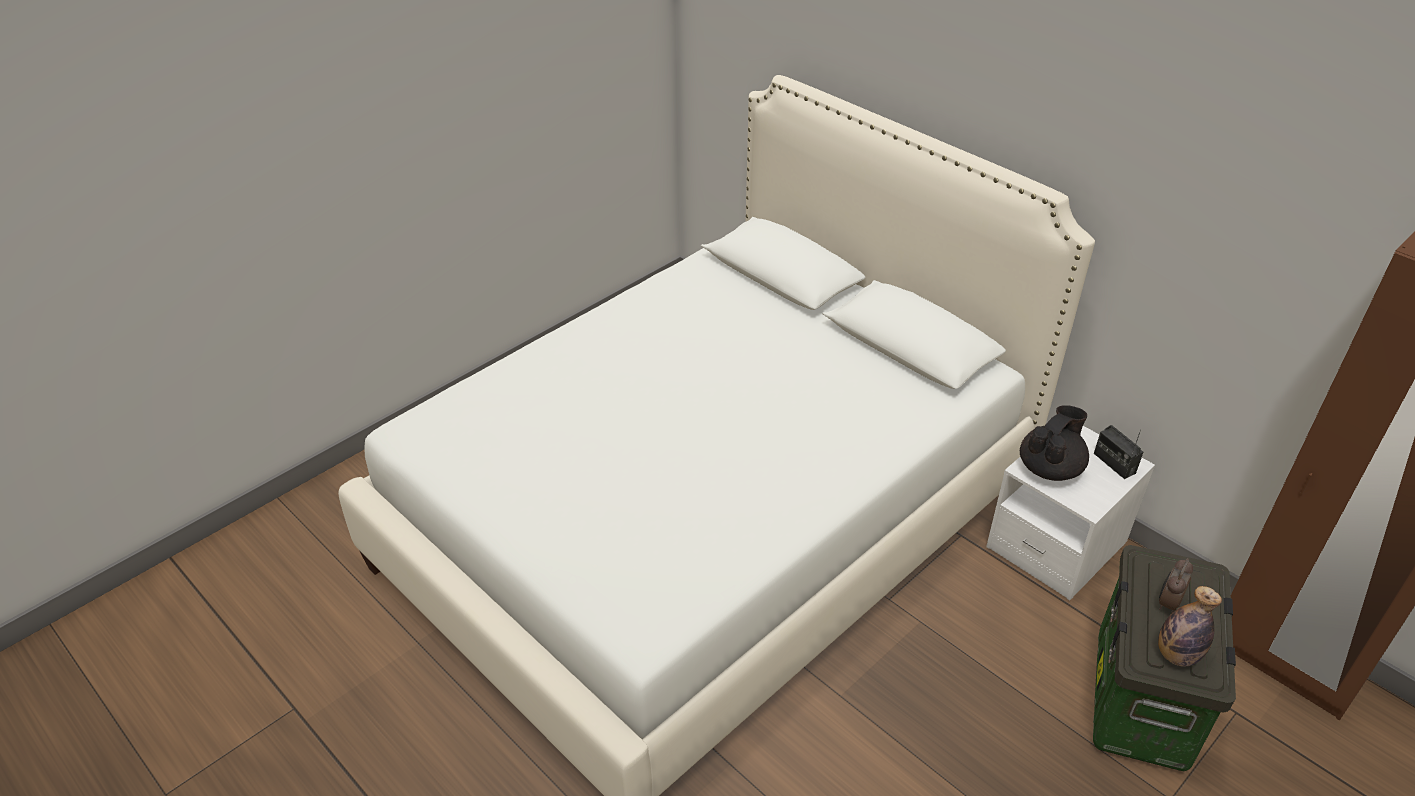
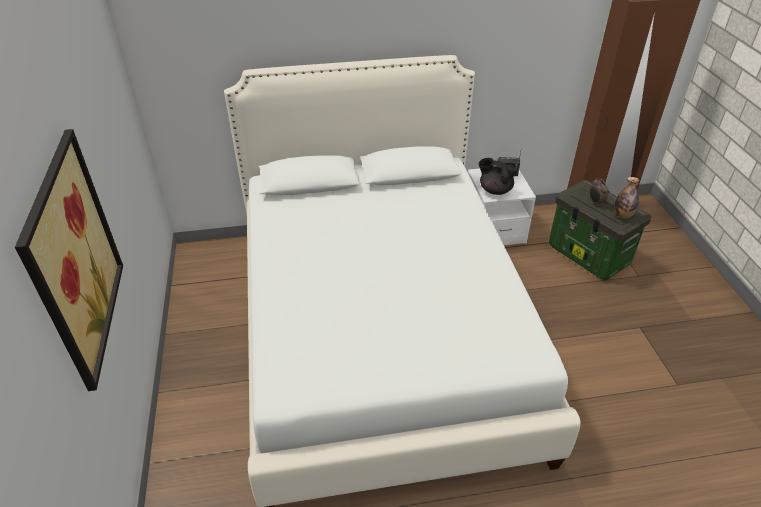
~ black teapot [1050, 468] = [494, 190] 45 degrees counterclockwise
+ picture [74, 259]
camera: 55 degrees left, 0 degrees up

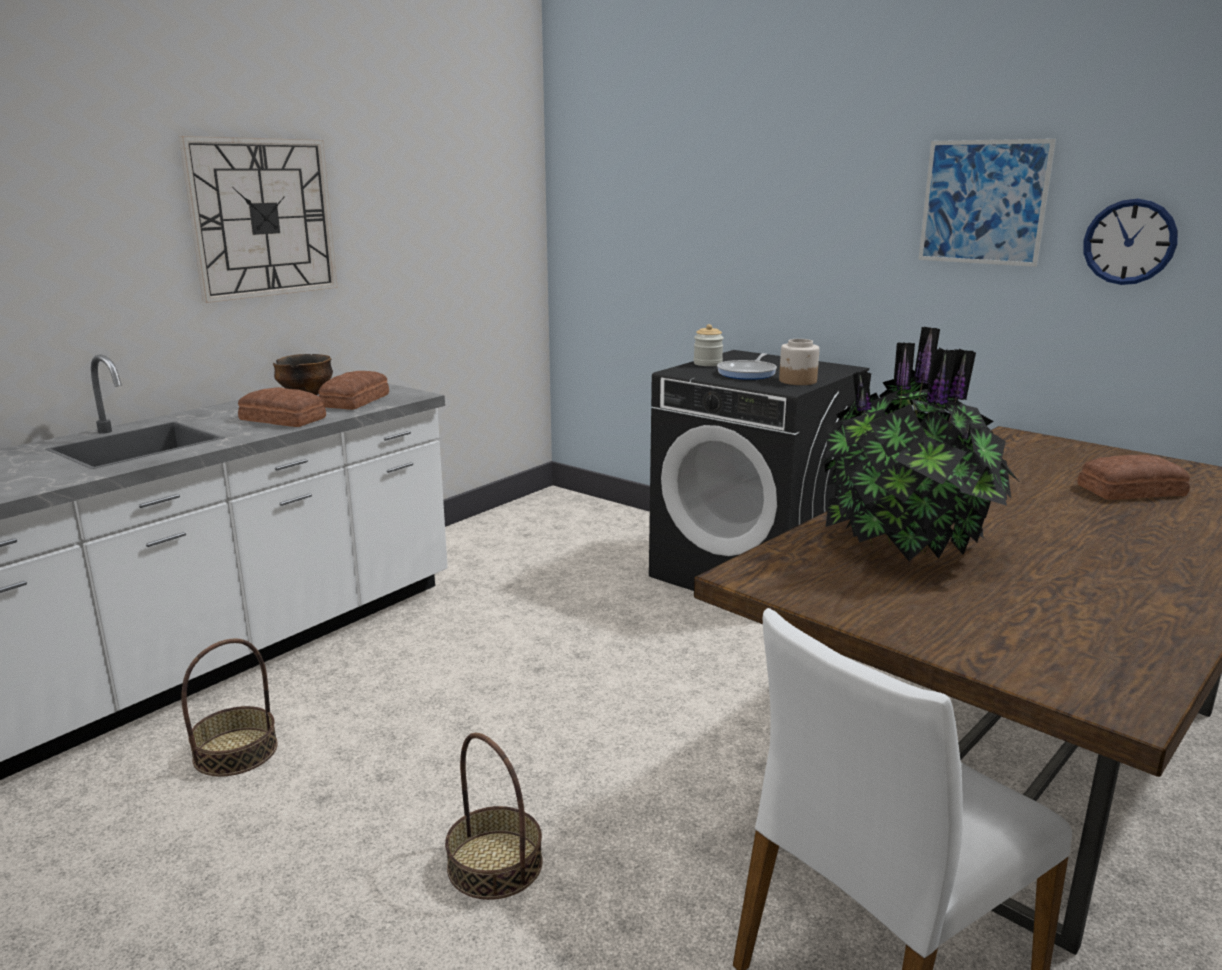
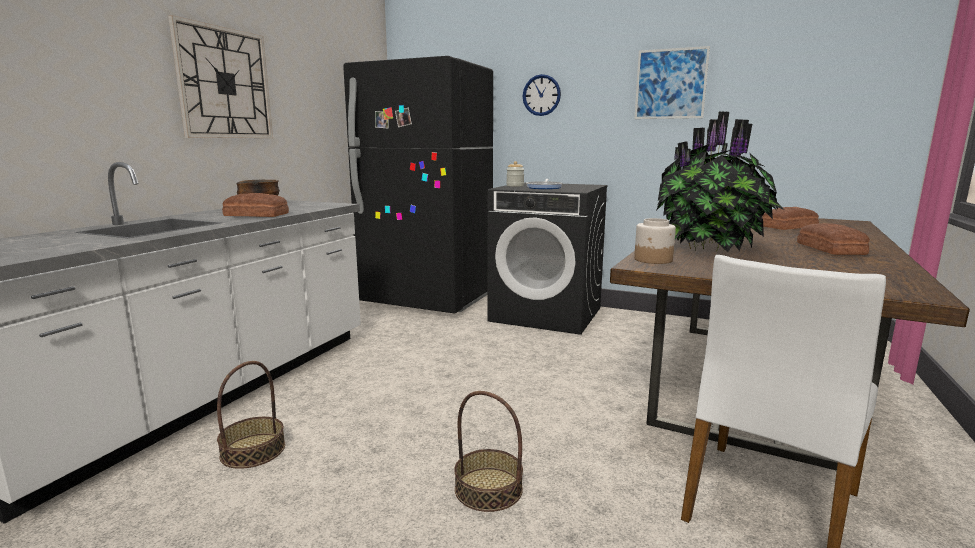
~ bread [357, 400] to [831, 248]
~ jar [797, 381] to [653, 260]
~ wall clock [1129, 242] to [541, 95]
+ black fridge [427, 300]
camera: 15 degrees left, 5 degrees down

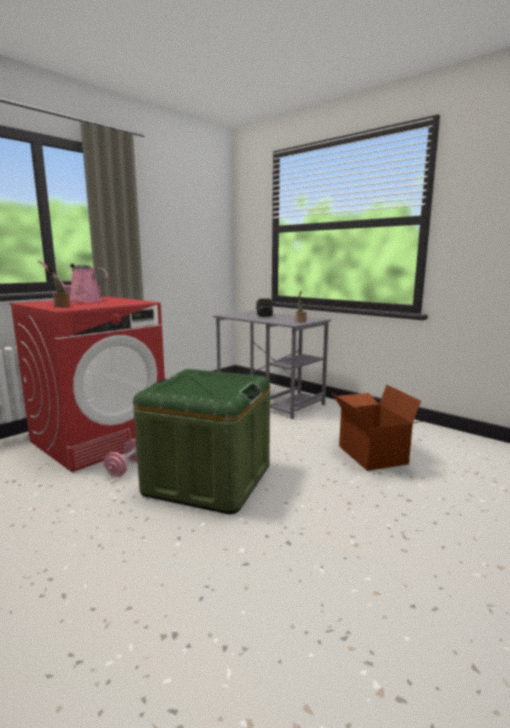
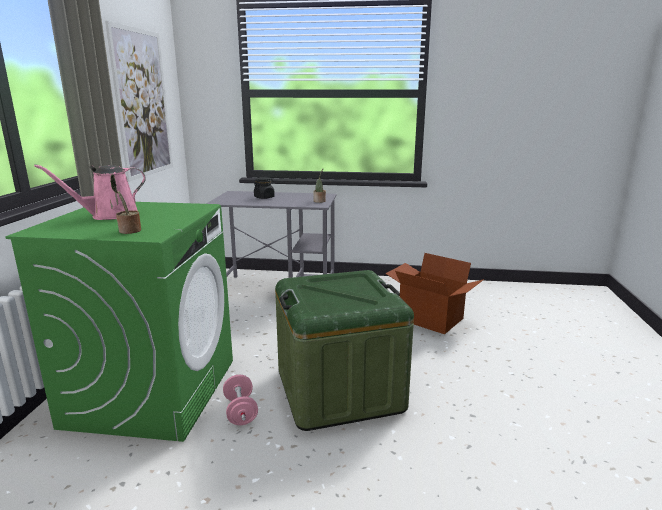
~ red washing machine [100, 439] to green washing machine [153, 391]
+ picture [142, 104]
camera: 35 degrees left, 5 degrees up

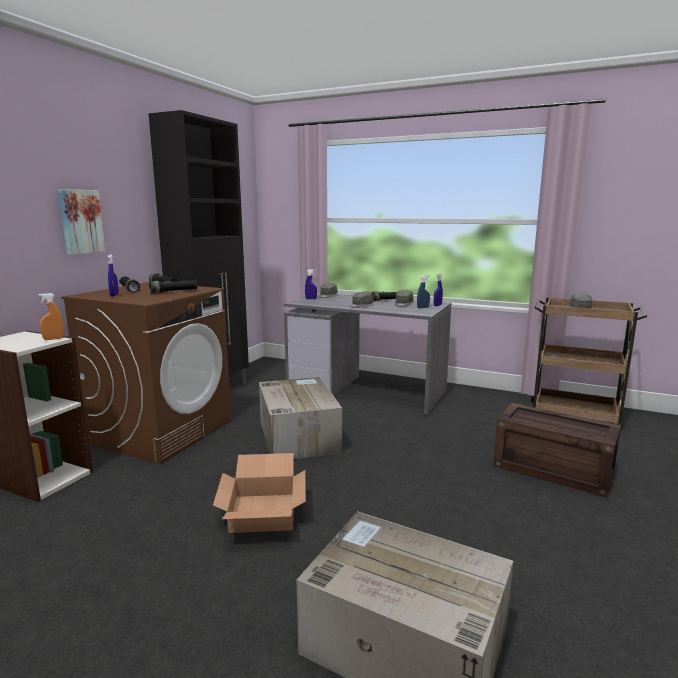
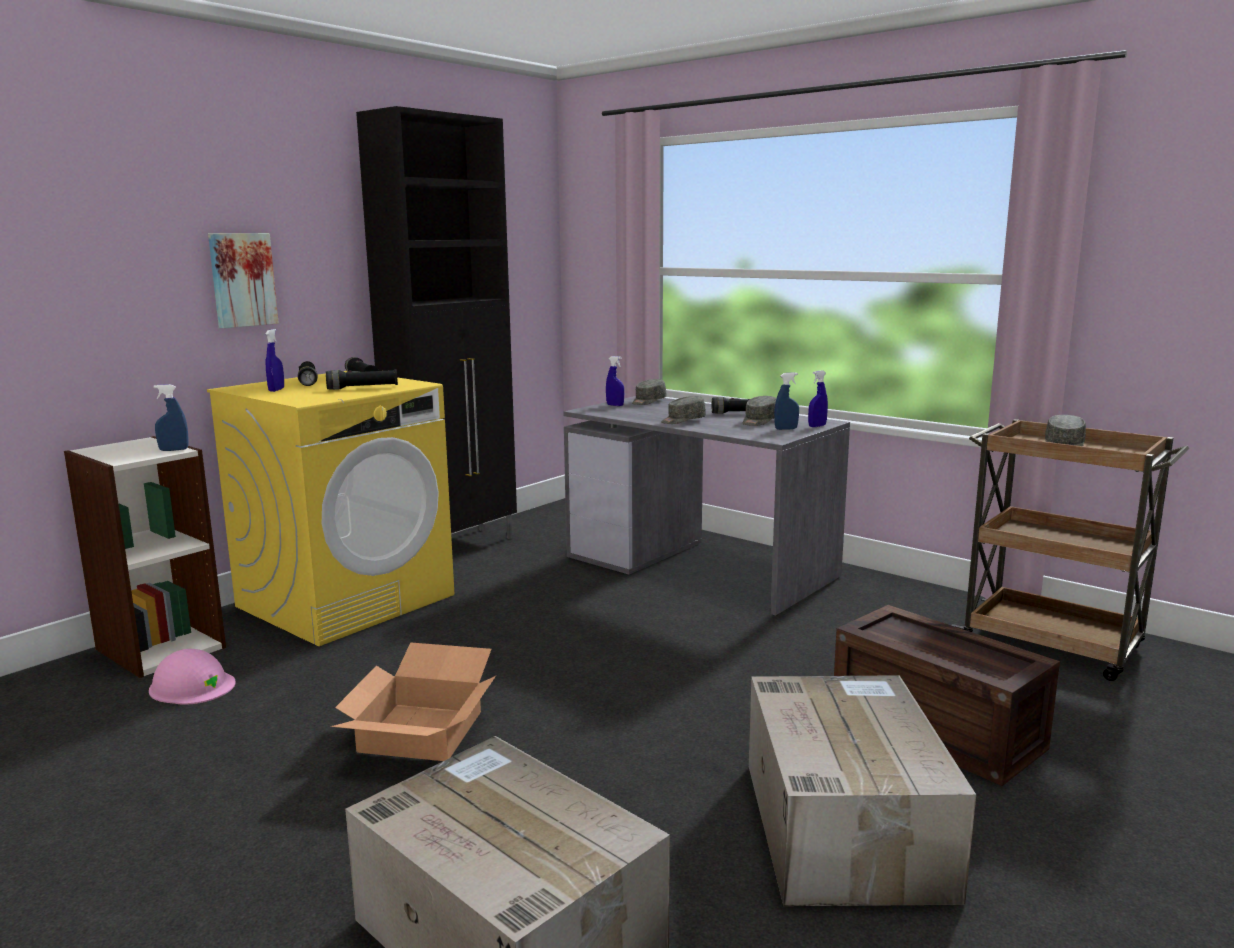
~ orange spray bottle [53, 339] to blue spray bottle [174, 450]
~ brown washing machine [161, 431] to yellow washing machine [347, 600]
~ cardboard box [298, 435] to [842, 825]
+ pink hard hat [192, 686]
camera: 15 degrees right, 0 degrees up

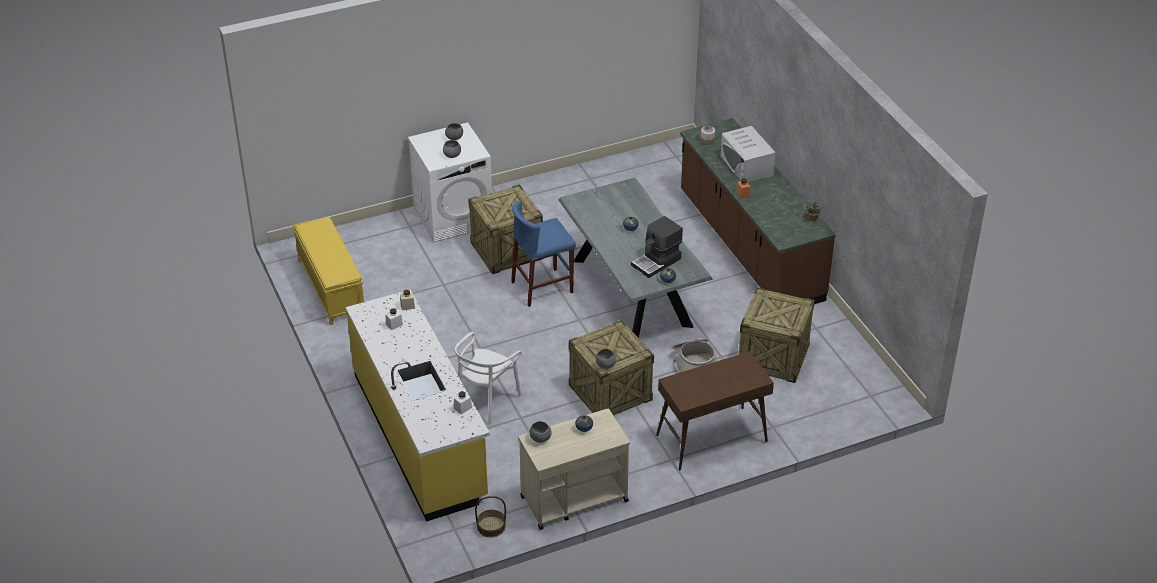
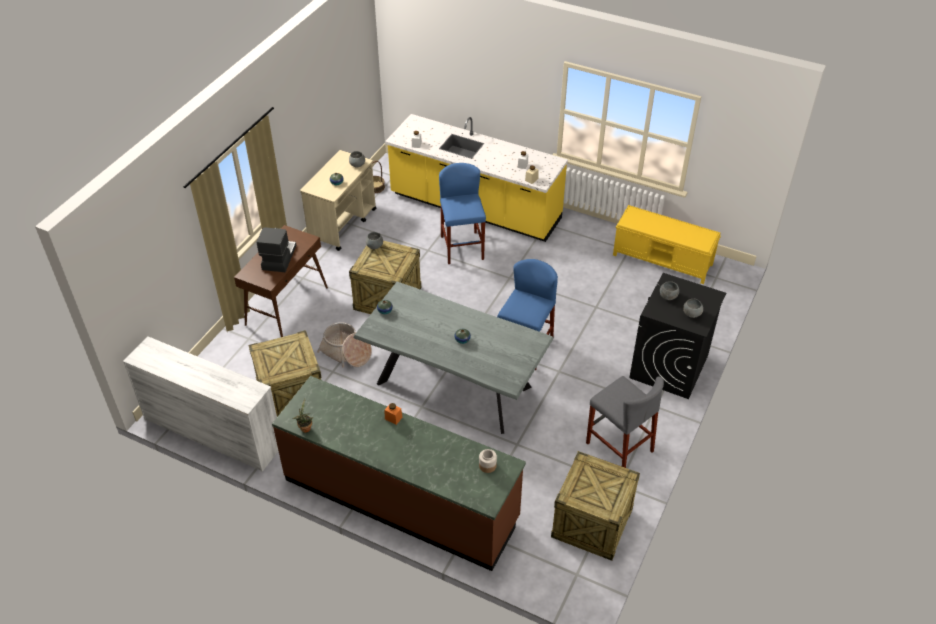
~ white washing machine [453, 217] to black washing machine [669, 367]
~ white chair [486, 400] to blue stool [462, 248]
~ crate [506, 250] to [592, 523]
~ coffee machine [657, 262] to [278, 258]
- white microwave [746, 166]
+ white dresser [213, 431]
+ grey stool [619, 447]
camera: 140 degrees right, 5 degrees up

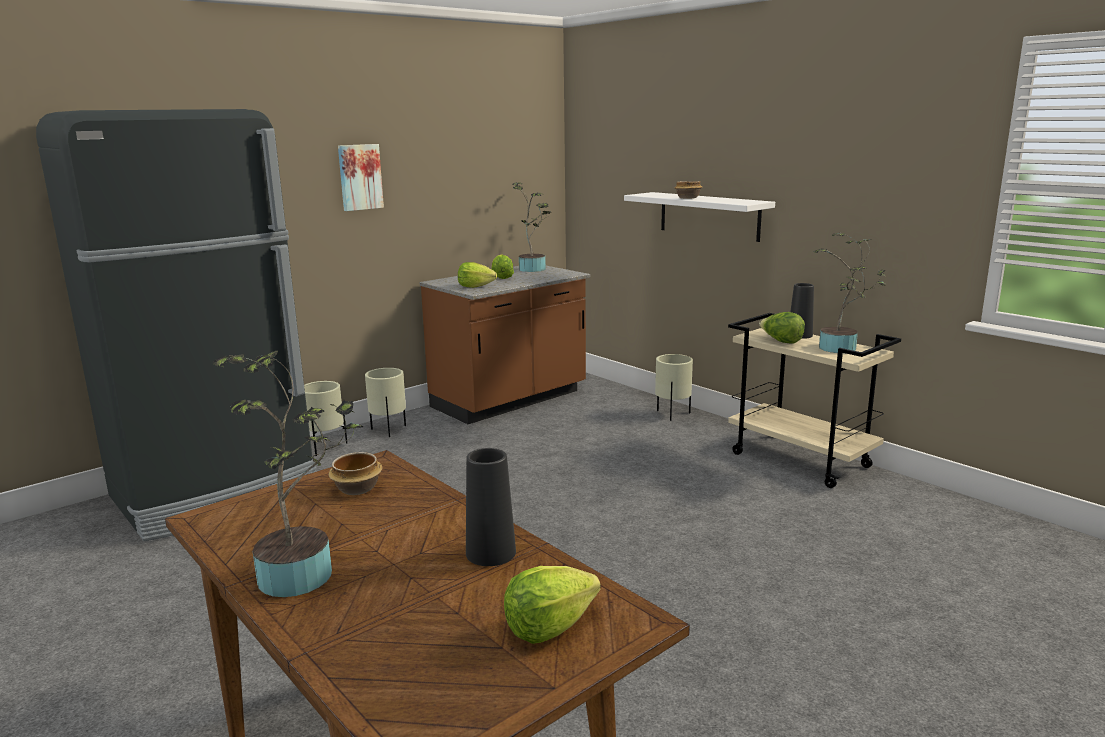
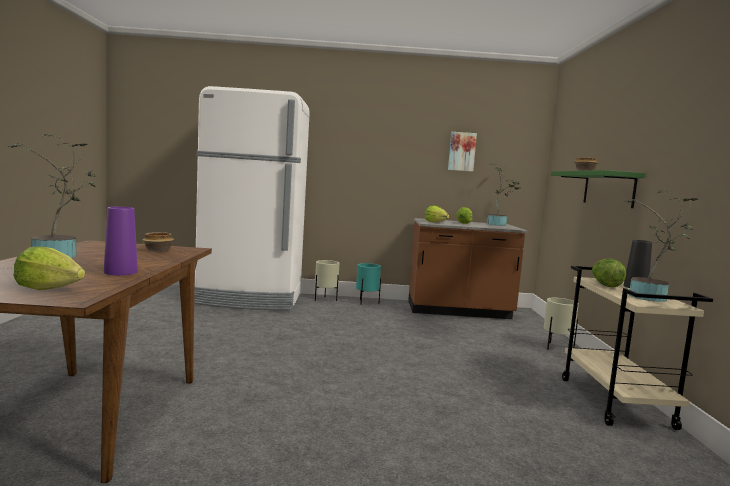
~ black fridge [217, 493] to white fridge [250, 299]
~ picture [359, 177] to [461, 151]
~ beige planter [389, 431] to turquoise planter [366, 303]
~ black vase [491, 553] to purple vase [120, 272]
~ white shelf [709, 216] to green shelf [608, 189]
camera: 40 degrees right, 10 degrees down

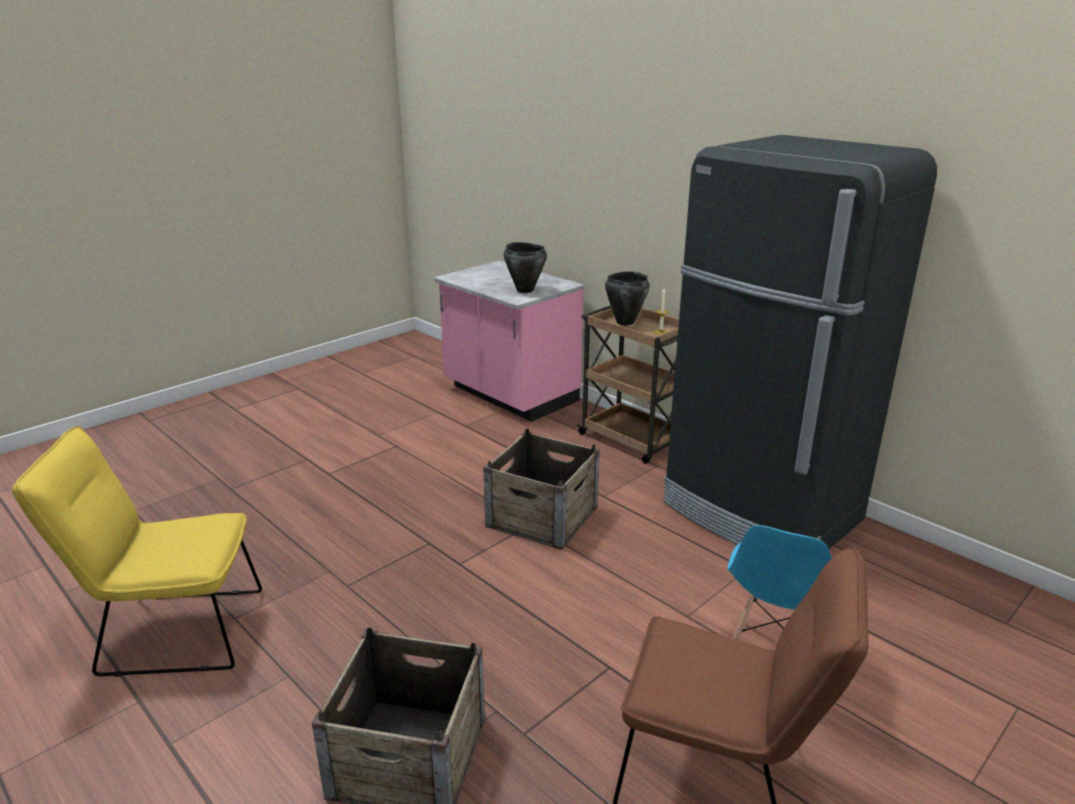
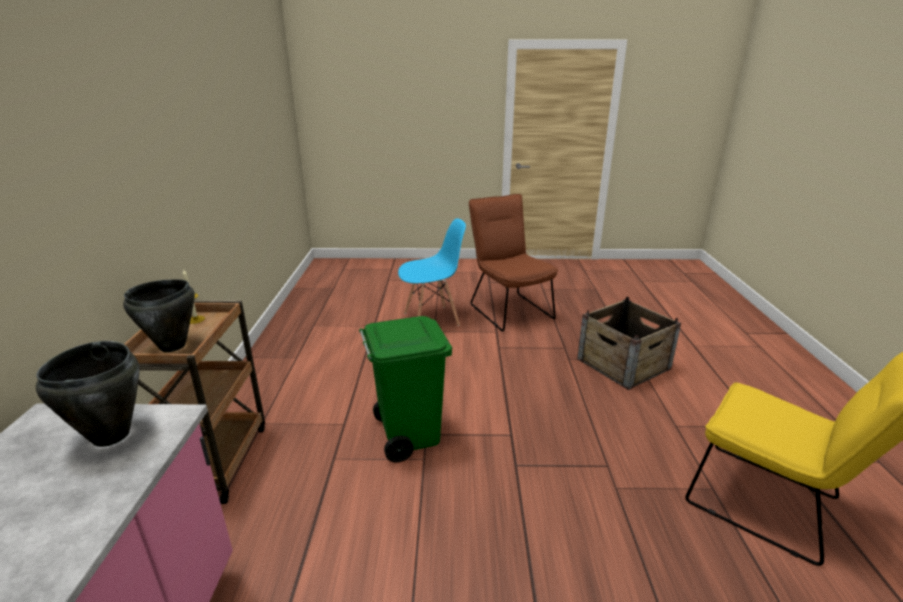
~ crate [543, 516] to green trash can [408, 435]
- black fridge [761, 512]
camera: 135 degrees left, 0 degrees up

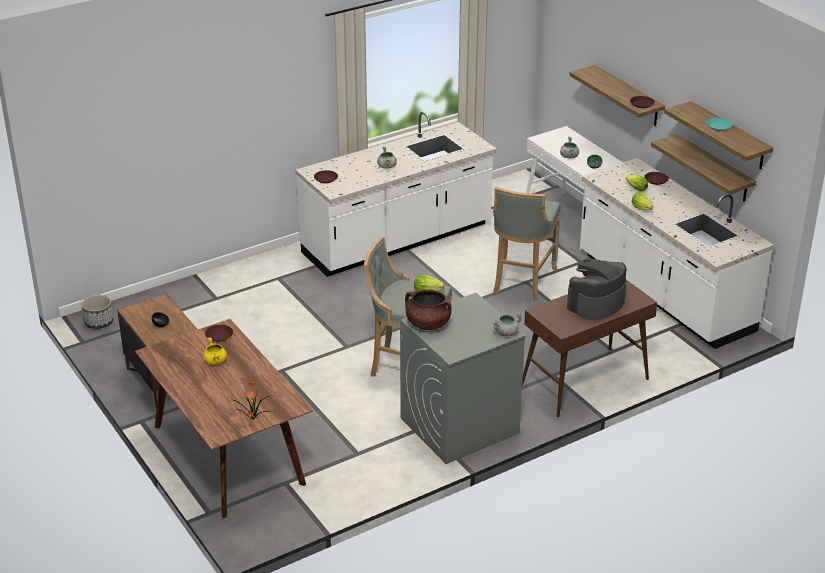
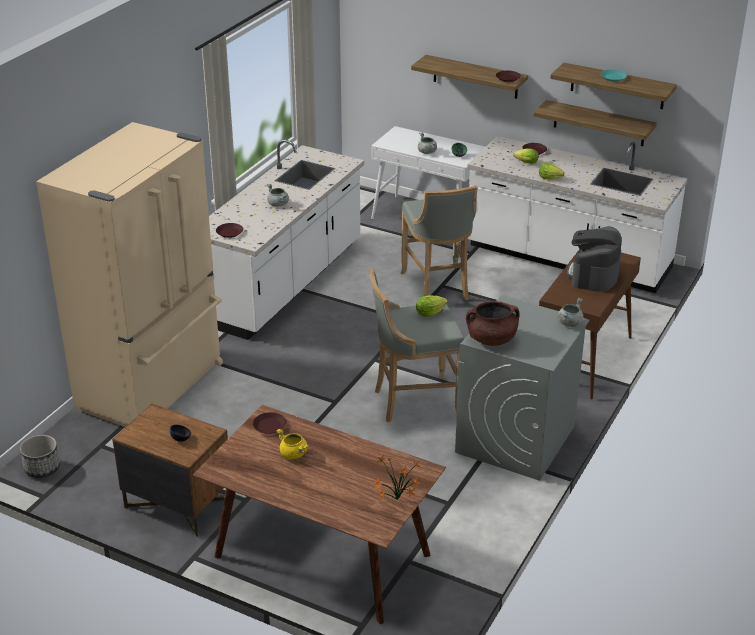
+ beige fridge [154, 386]
camera: 30 degrees left, 0 degrees up

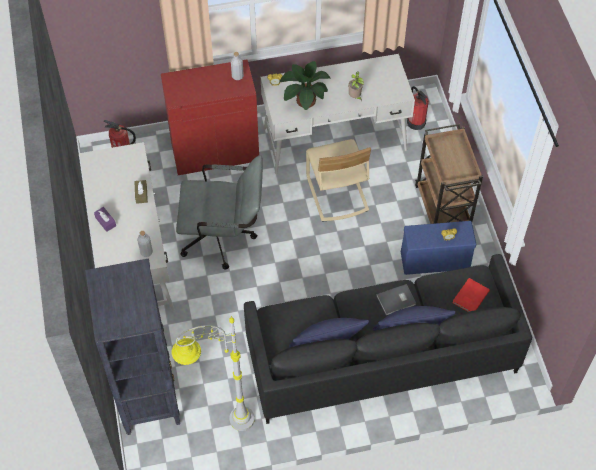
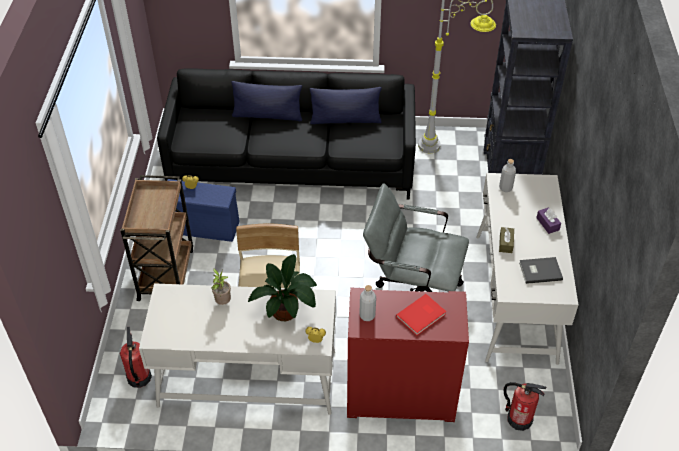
~ grey book [397, 301] to [539, 270]
~ red book [469, 296] to [422, 315]
camera: 165 degrees left, 10 degrees down

